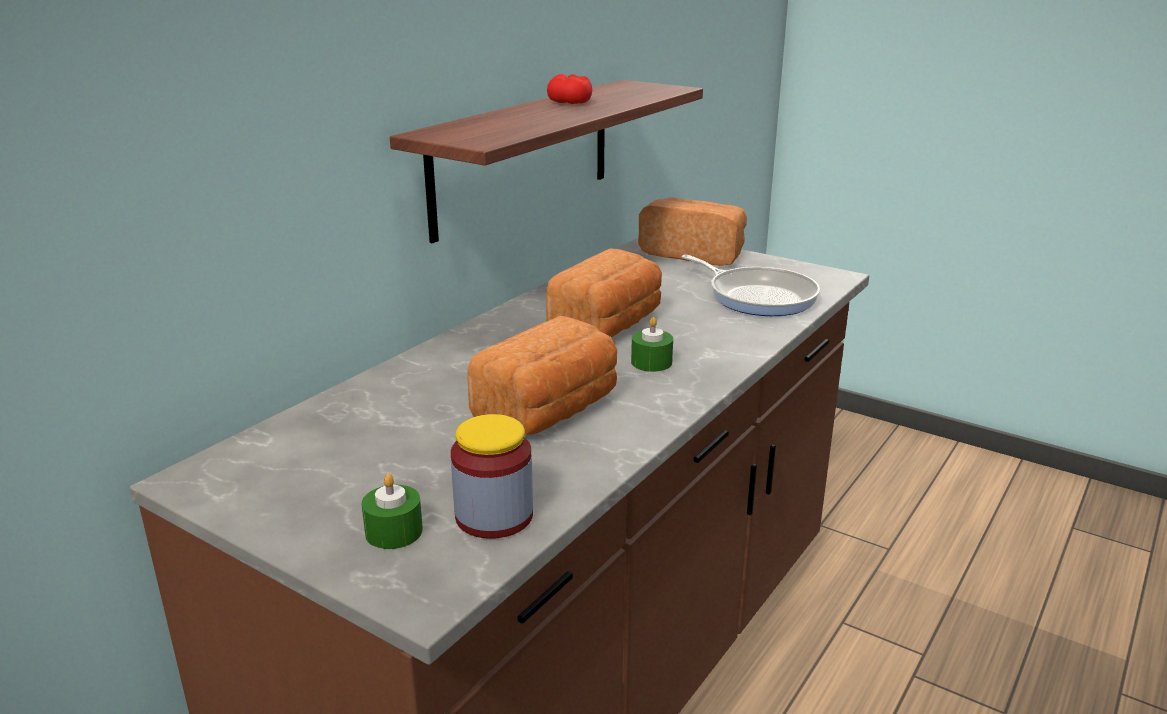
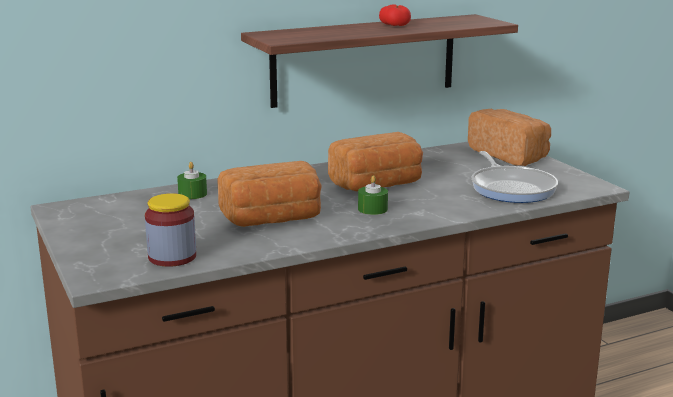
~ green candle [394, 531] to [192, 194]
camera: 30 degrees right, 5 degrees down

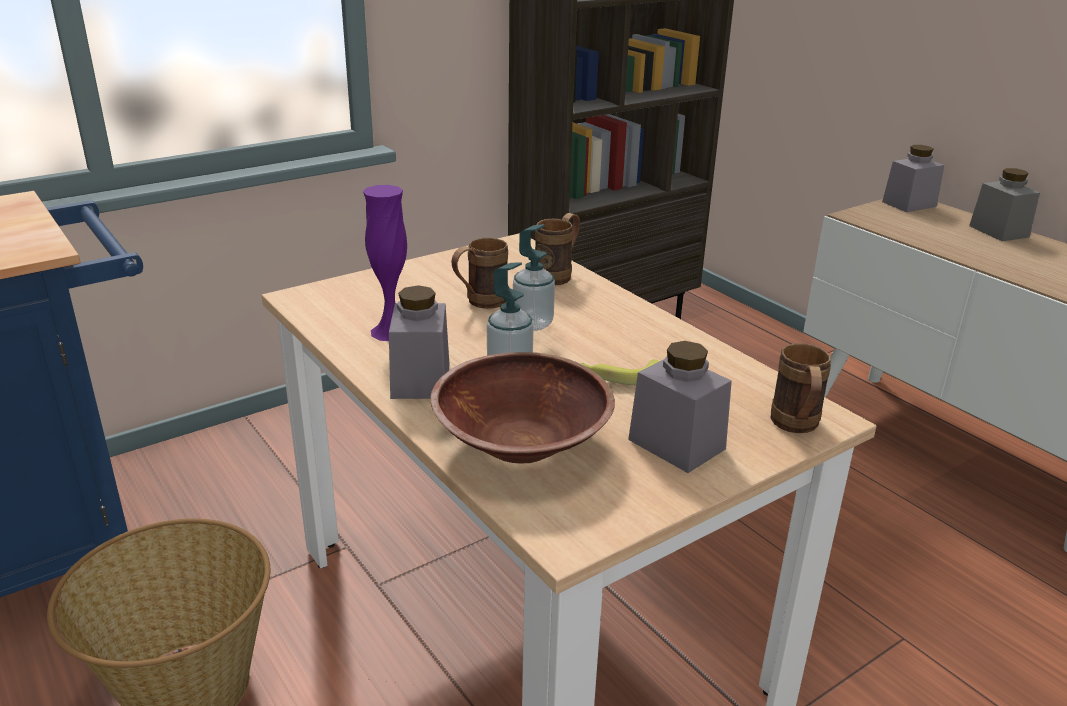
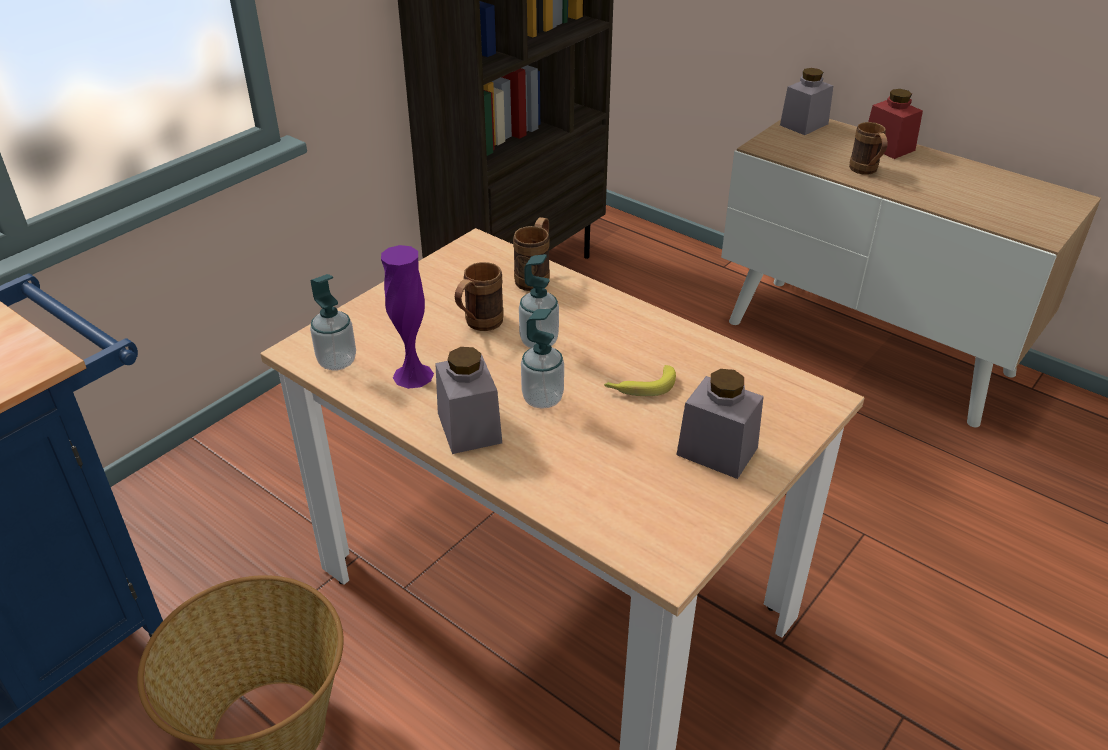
- brown bowl [521, 443]
~ brown mug [796, 427] to [866, 171]
~ grey jar [998, 231] to red jar [888, 147]
+ soap dispenser [337, 361]
camera: 15 degrees left, 10 degrees up

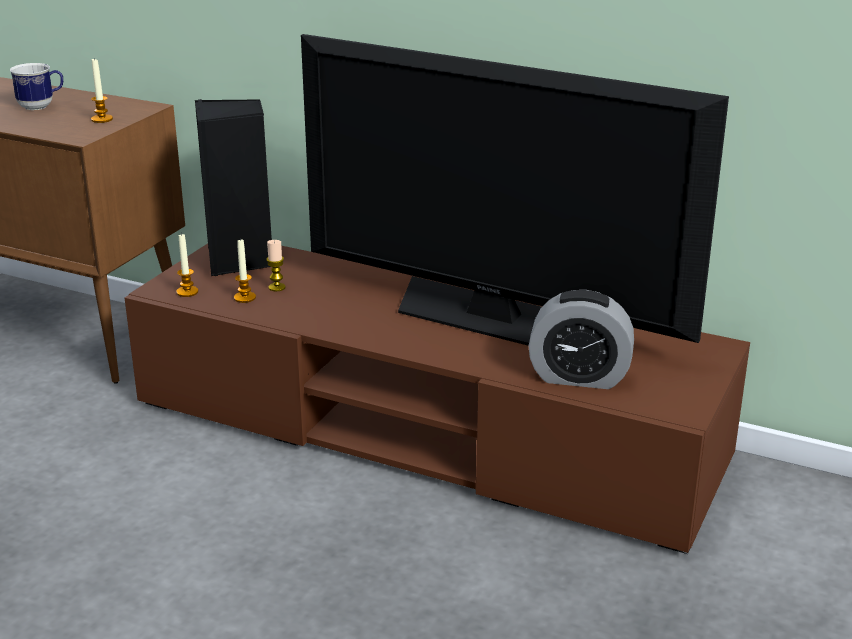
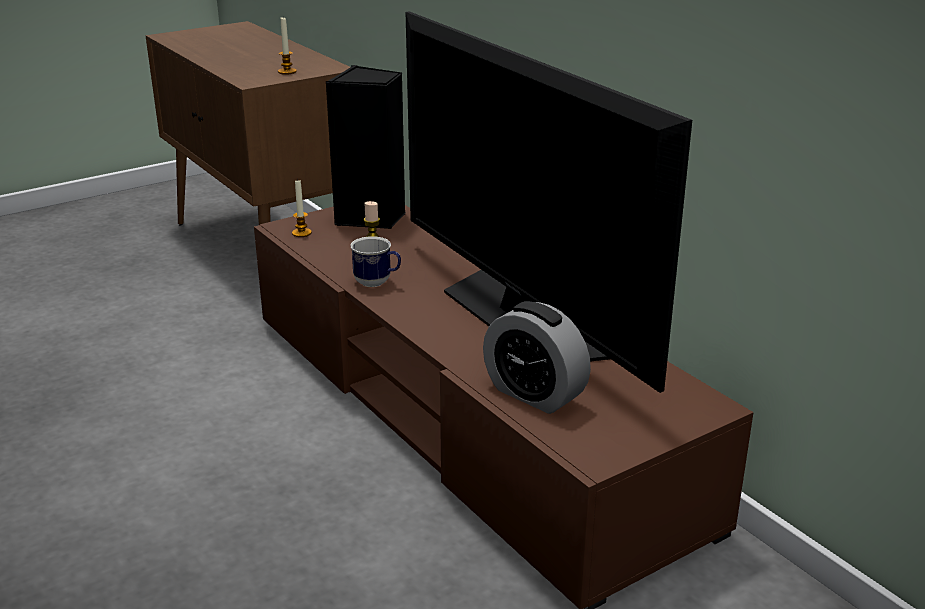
~ mug [41, 106] to [377, 283]
- candle [244, 297]
camera: 30 degrees right, 0 degrees up

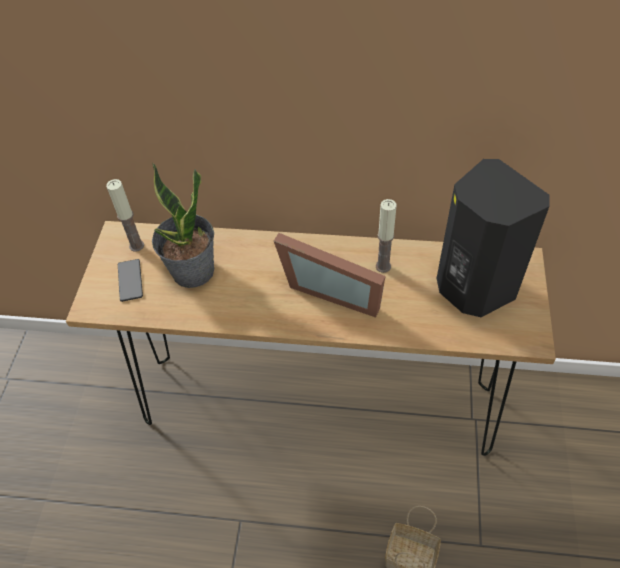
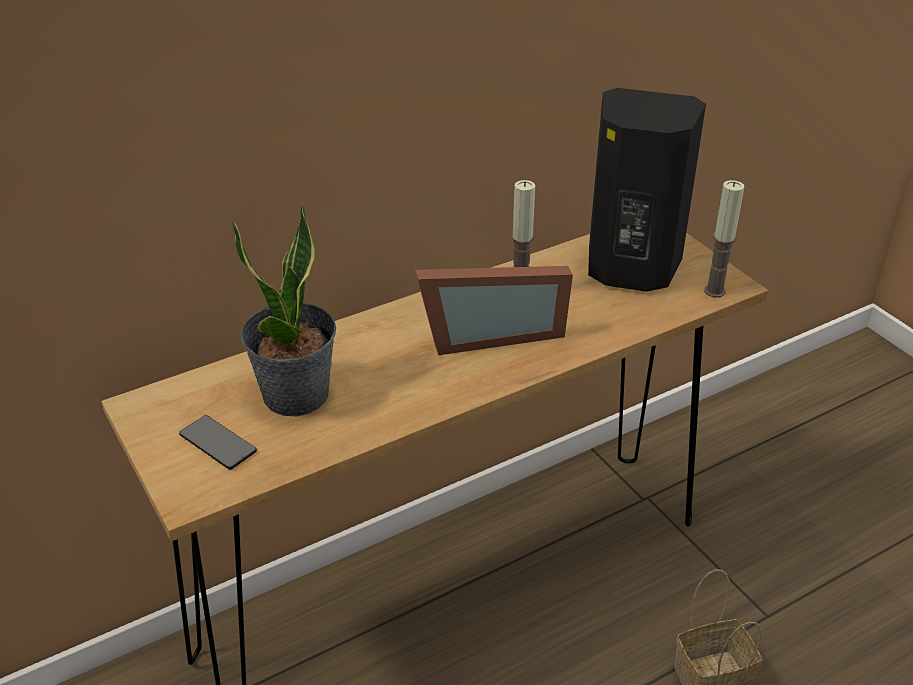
~ candle [136, 246] to [714, 291]
camera: 40 degrees left, 15 degrees down

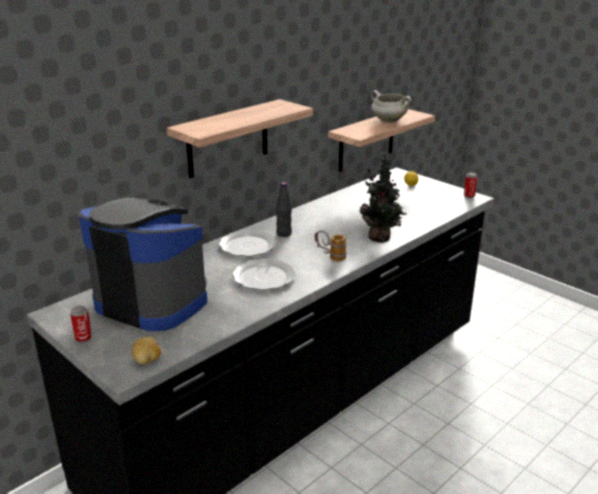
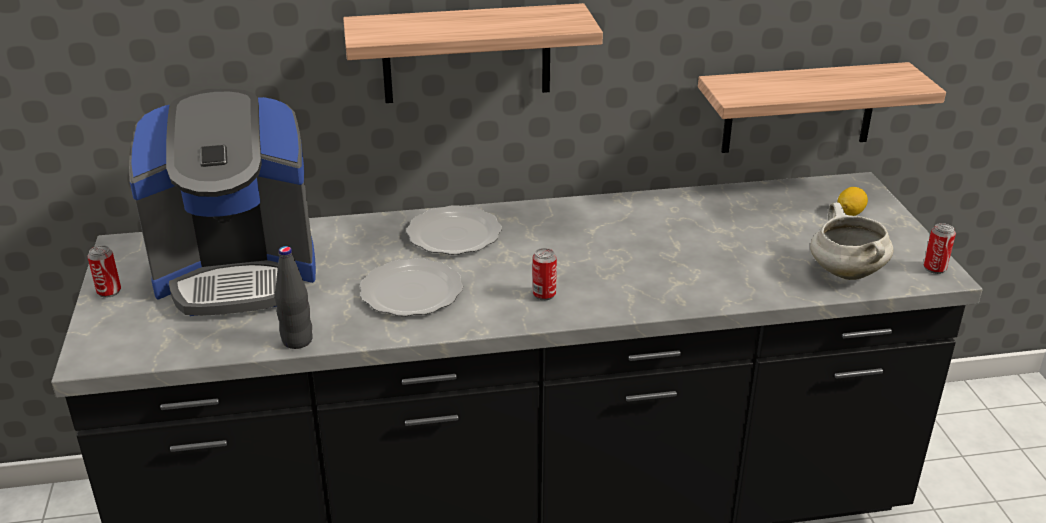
~ coffee machine [152, 301] = [237, 272] 105 degrees clockwise
- potato [147, 361]
~ black bottle [284, 234] to [297, 341]
~ mug [330, 256] to can [544, 294]
- potted plant [381, 239]
~ white cooking pot [388, 121] to [844, 272]
camera: 35 degrees right, 5 degrees up

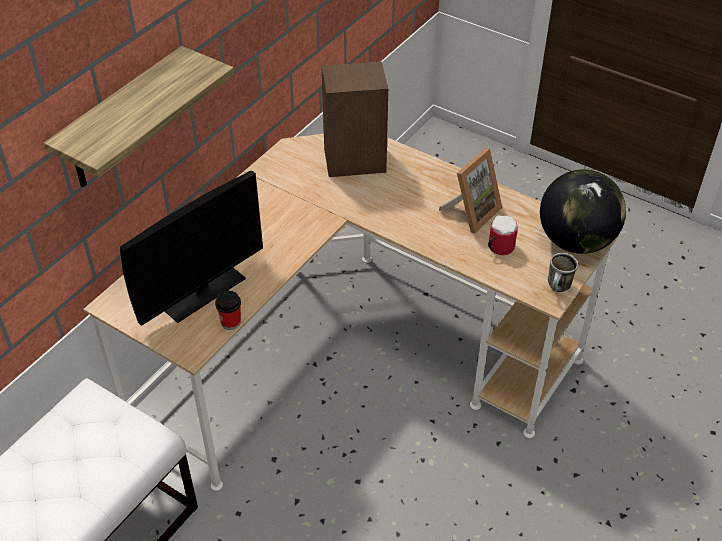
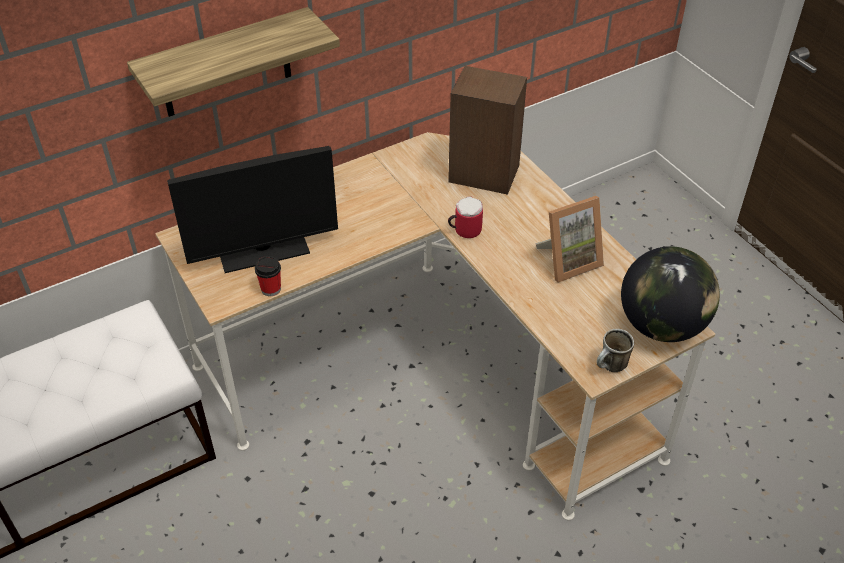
~ mug [497, 248] to [464, 230]
camera: 25 degrees right, 0 degrees up

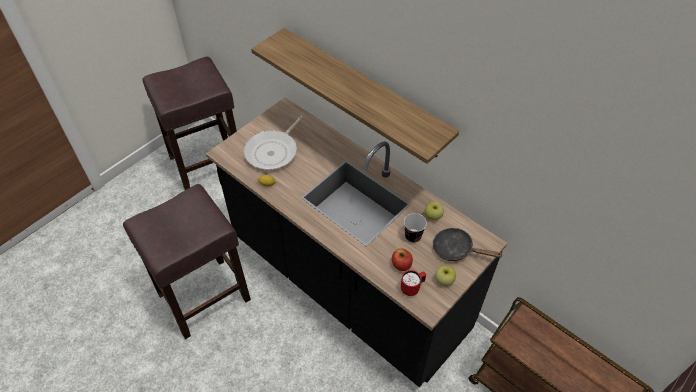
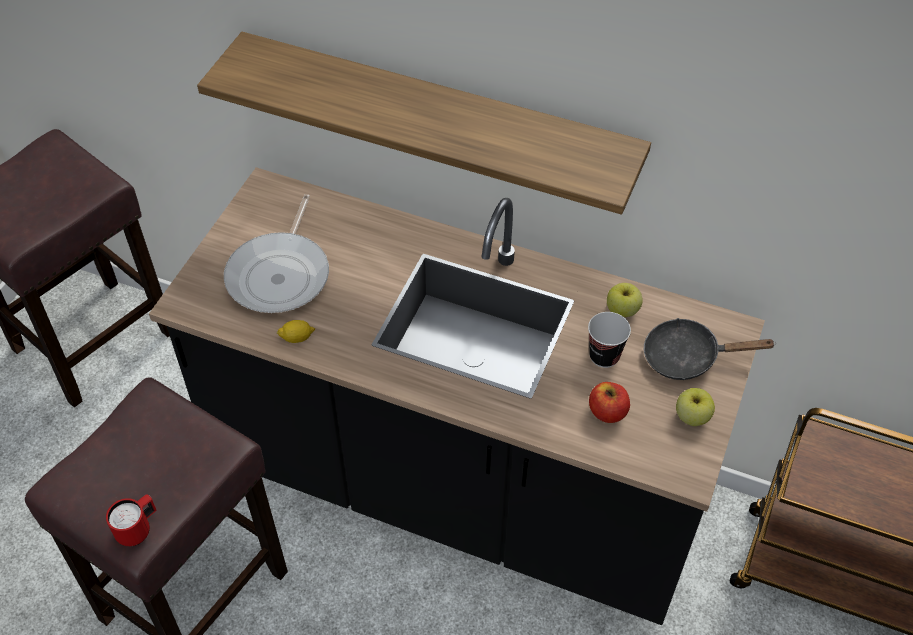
~ red mug [412, 288] to [138, 529]
camera: 20 degrees left, 0 degrees up

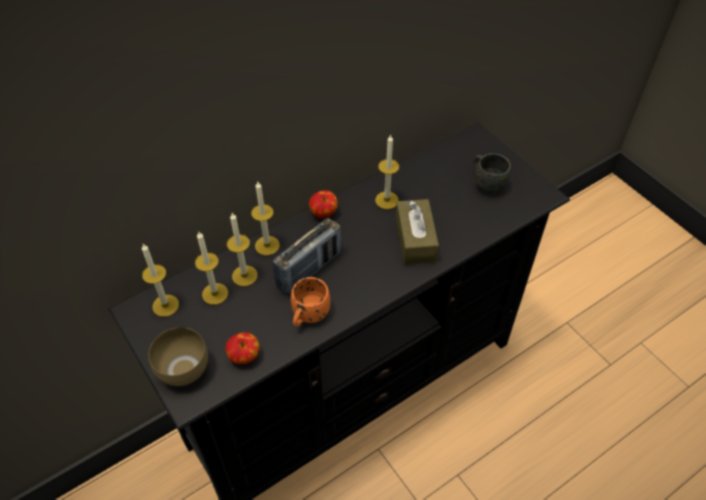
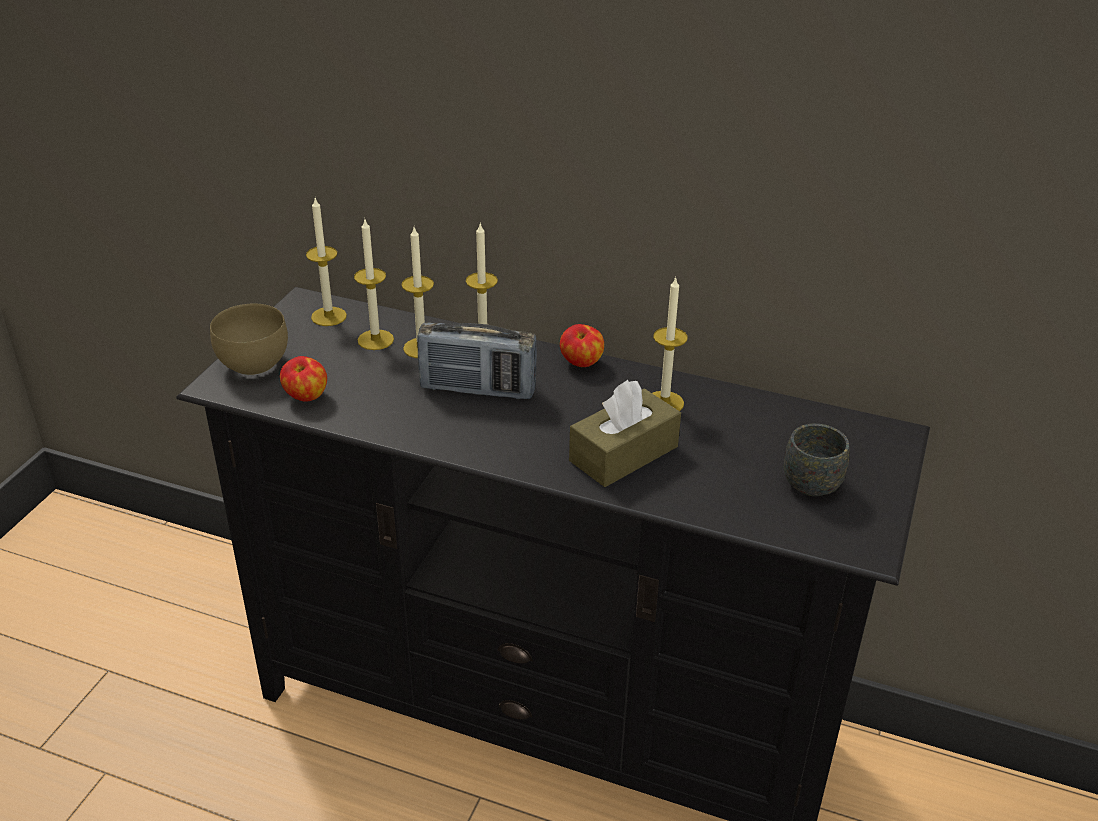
- orange mug [308, 315]
camera: 55 degrees right, 15 degrees down

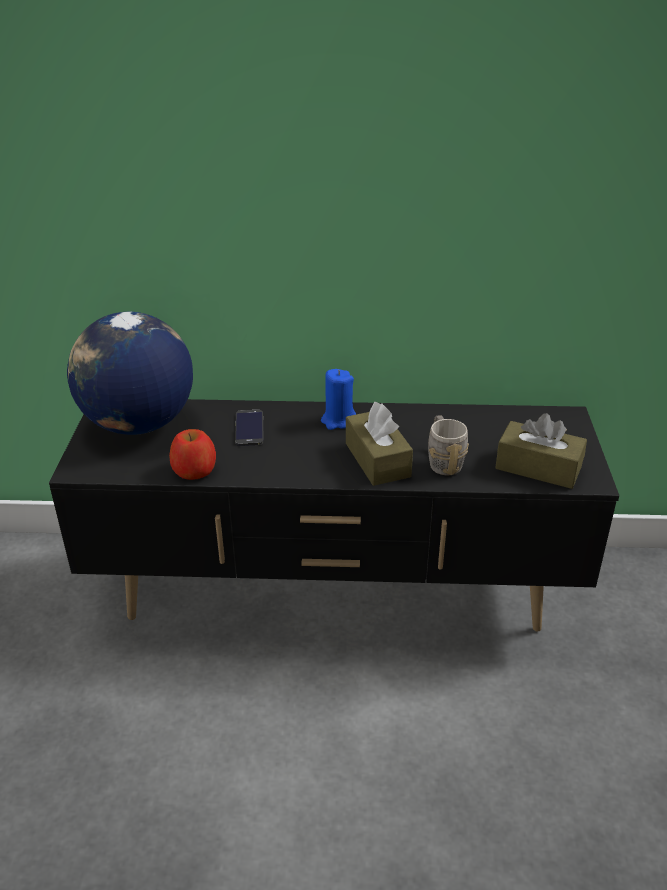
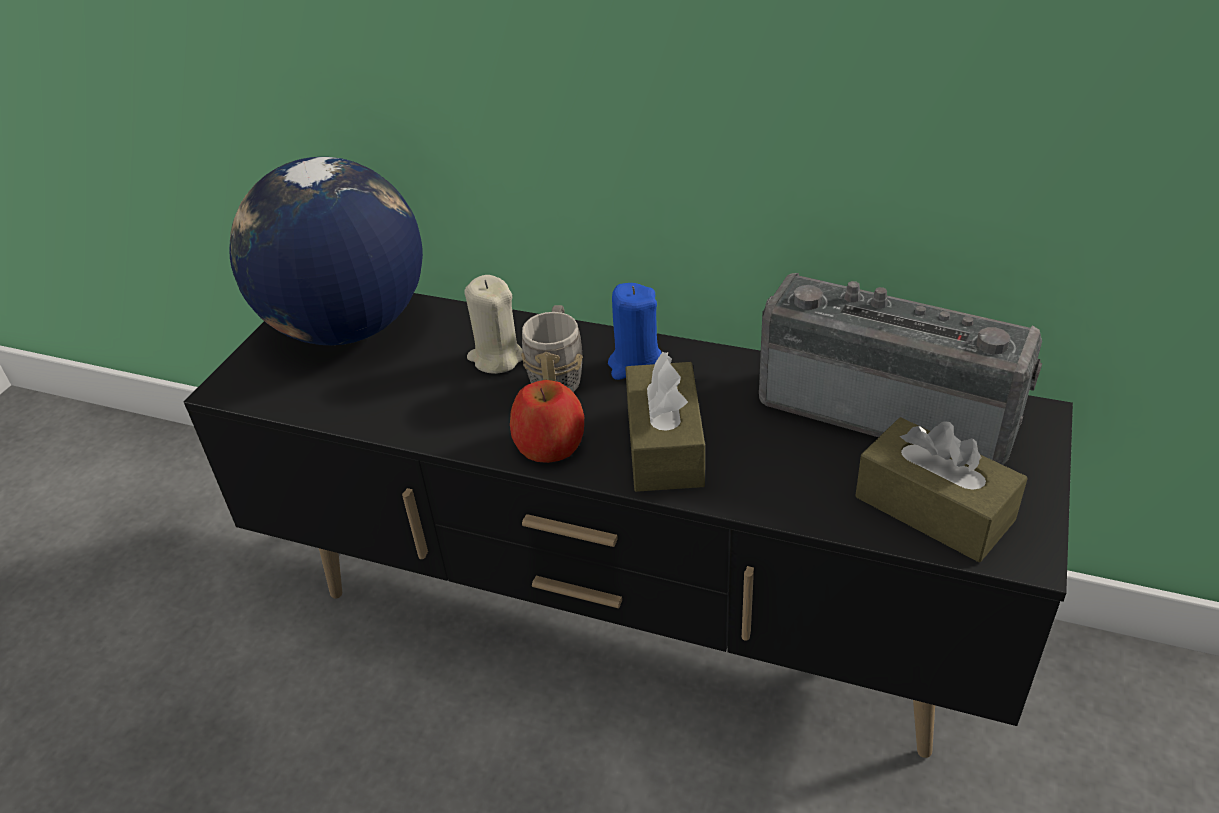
~ apple [194, 470] to [550, 444]
~ phone [249, 428] to beige candle [496, 358]
~ grey mug [443, 461] to [558, 375]
+ radio [889, 408]
camera: 20 degrees right, 5 degrees up

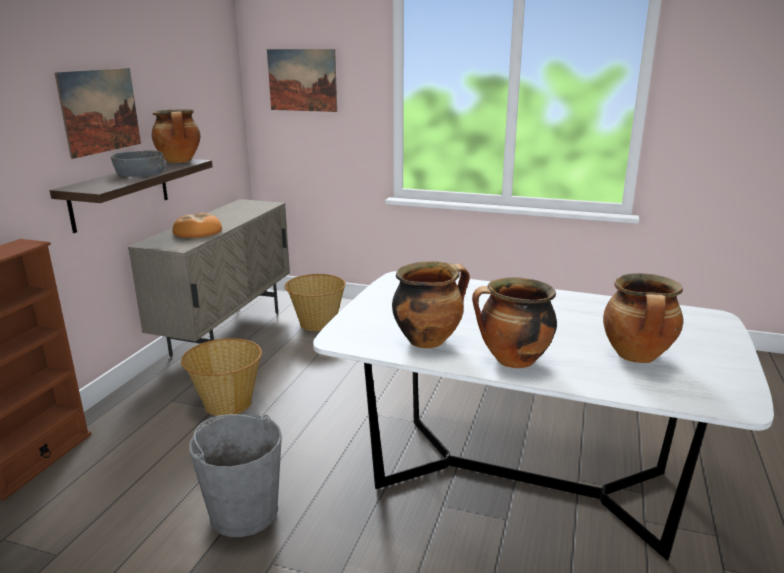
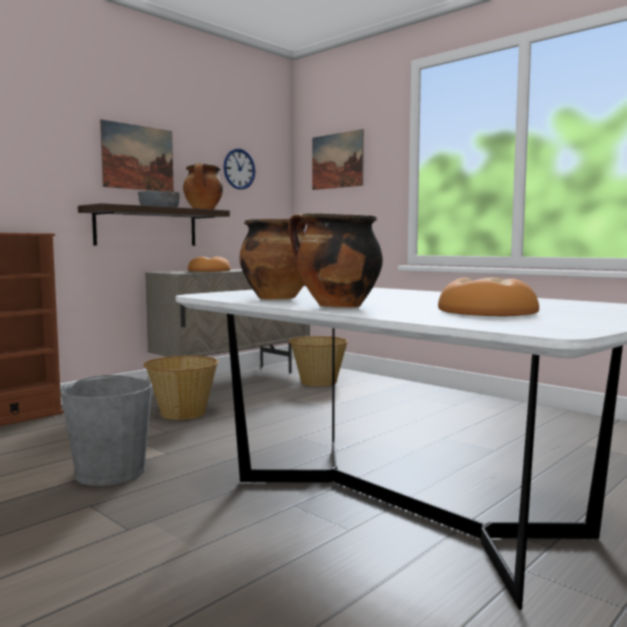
~ cooking pot [637, 356] to bread [487, 312]
+ wall clock [239, 169]
camera: 25 degrees right, 15 degrees down

